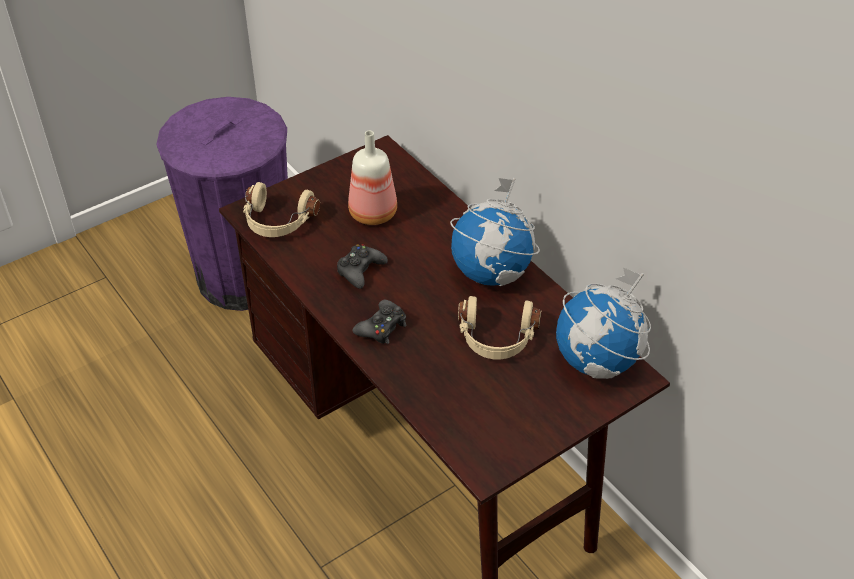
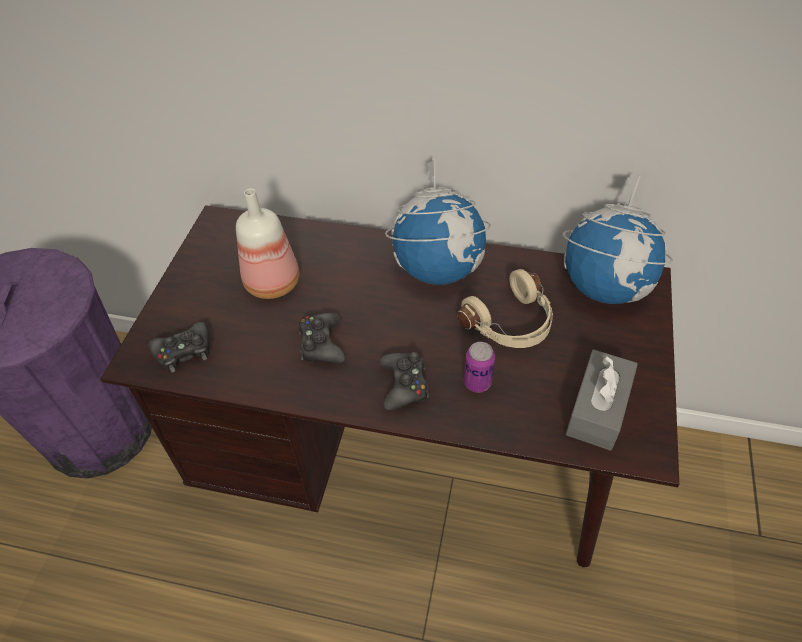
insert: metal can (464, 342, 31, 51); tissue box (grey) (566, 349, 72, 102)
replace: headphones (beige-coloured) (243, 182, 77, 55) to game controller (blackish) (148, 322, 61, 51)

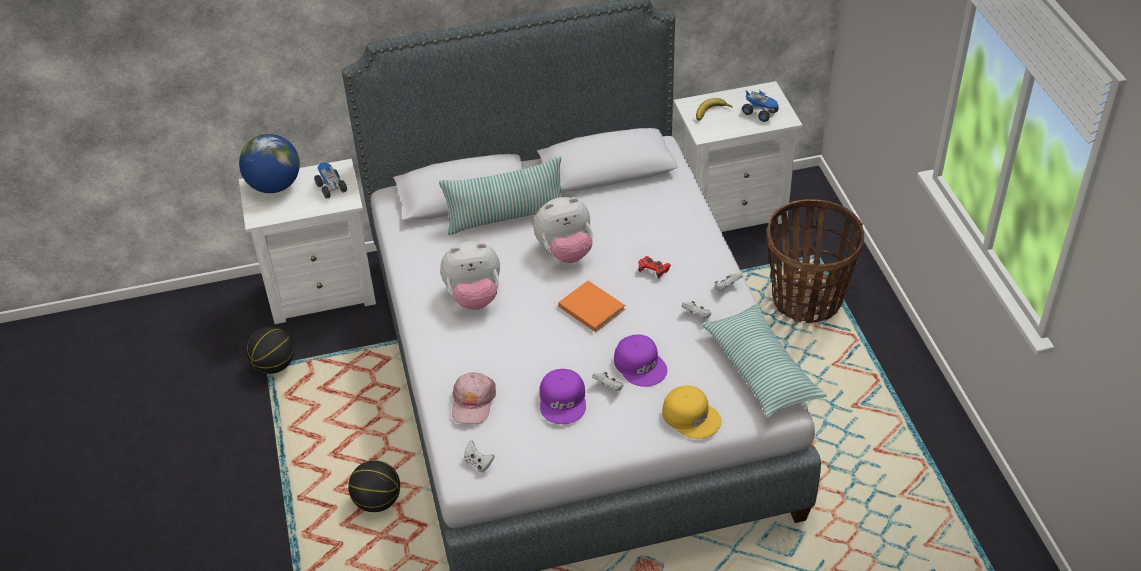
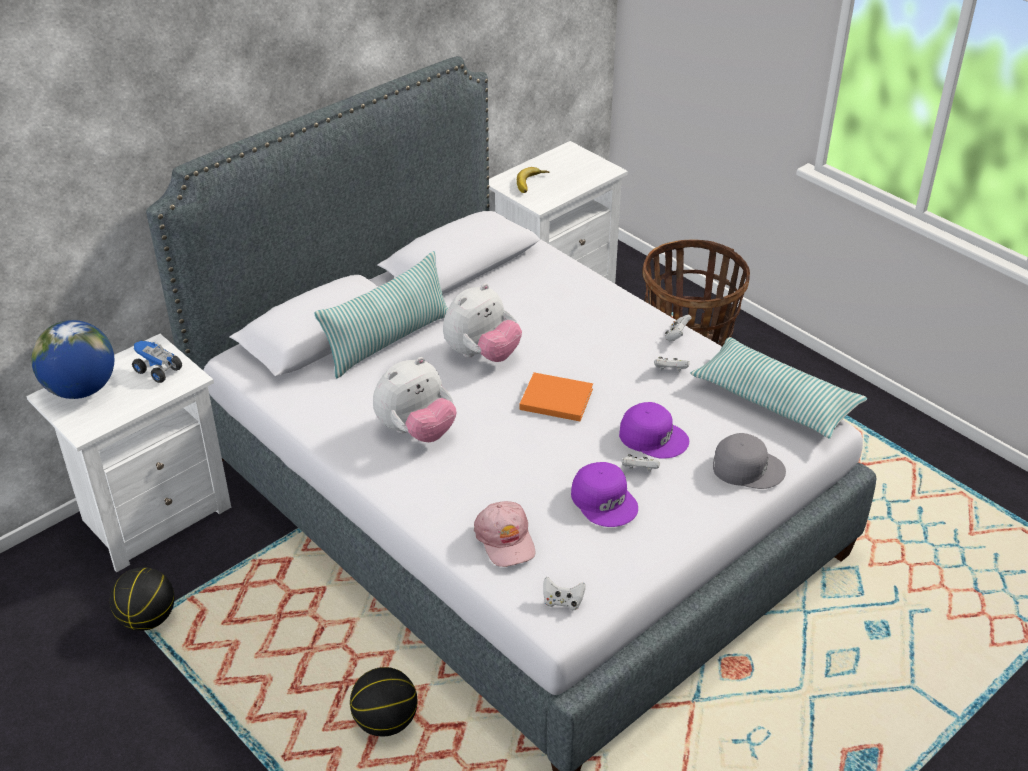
delete: toy lorry (742, 90, 37, 32); game controller (red-coloured) (638, 256, 33, 22)
recolor: cap (yellowish) (662, 386, 59, 53) to cap (grey) (713, 433, 73, 56)

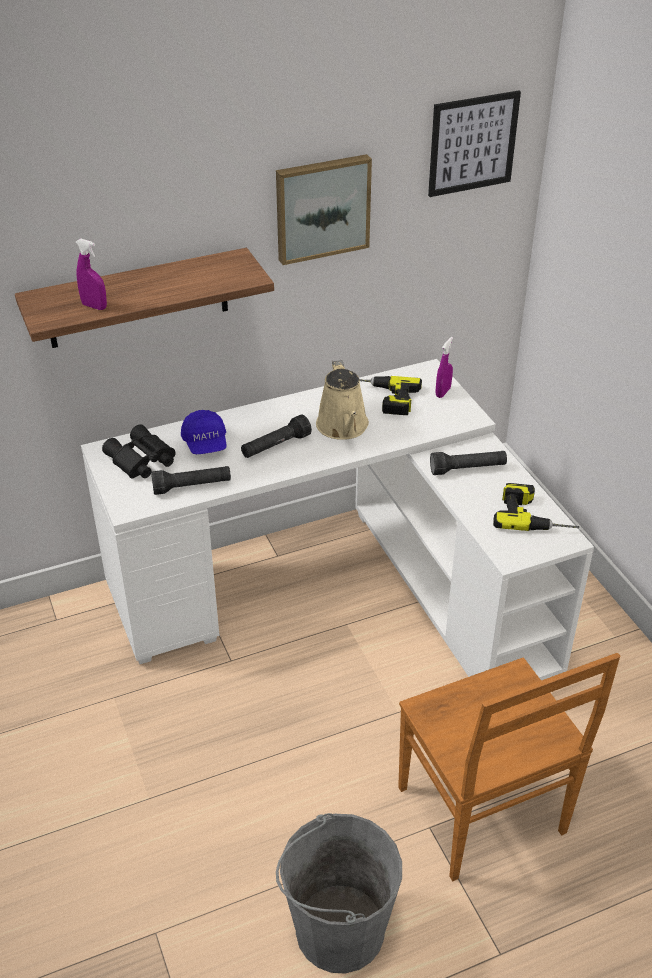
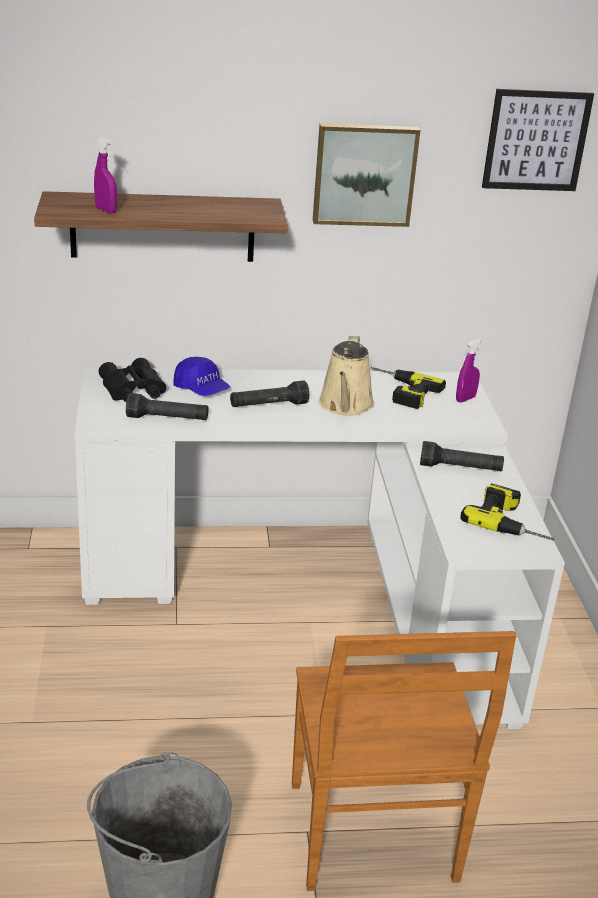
rotate: cap (blue) (181, 410, 46, 44) = (173, 357, 57, 39) 45 degrees counterclockwise

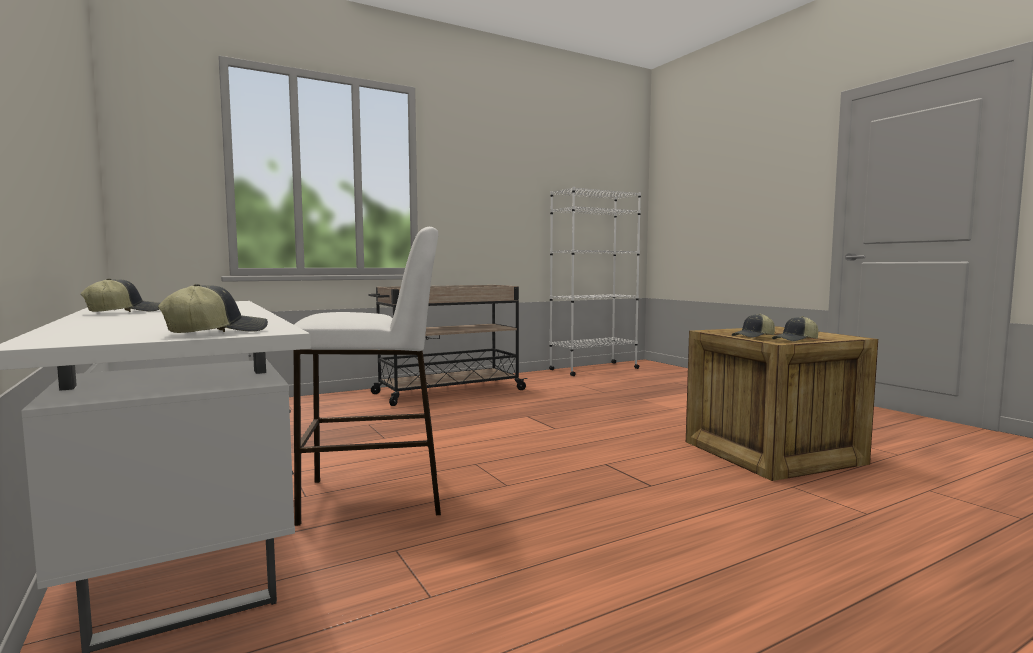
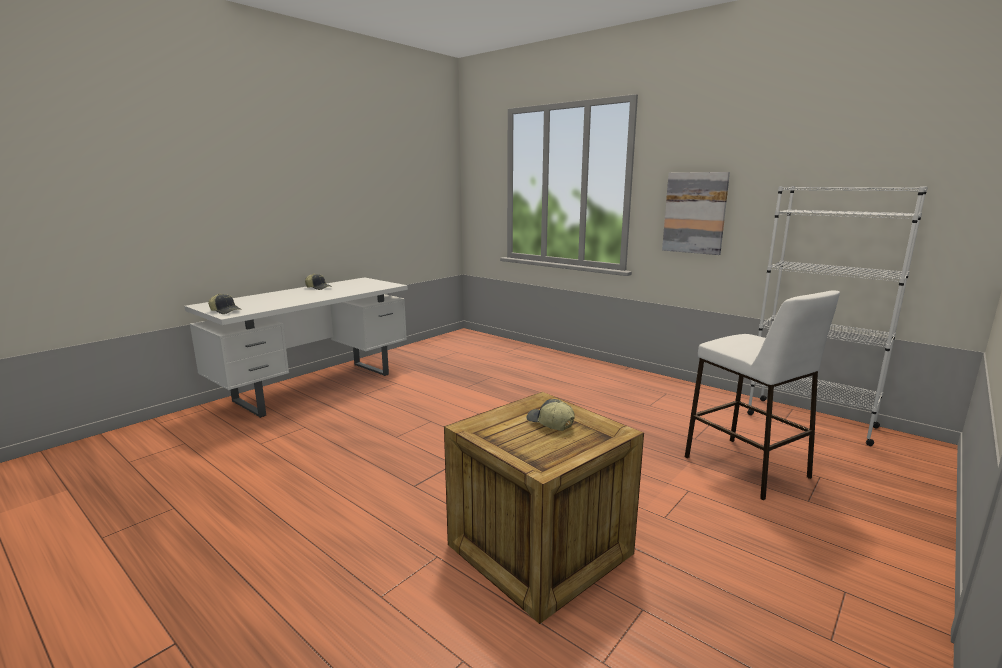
delete: wheeled cart (beige-coloured) (368, 285, 160, 121); cap (772, 316, 46, 25)
insert: picture (662, 172, 68, 83)
move: sitting stool (whitish) (293, 227, 148, 299) to (685, 291, 155, 209)

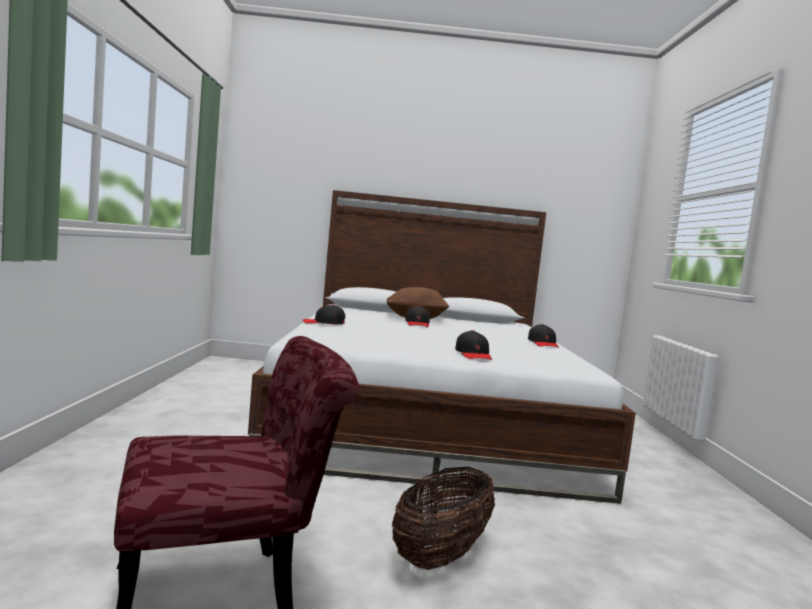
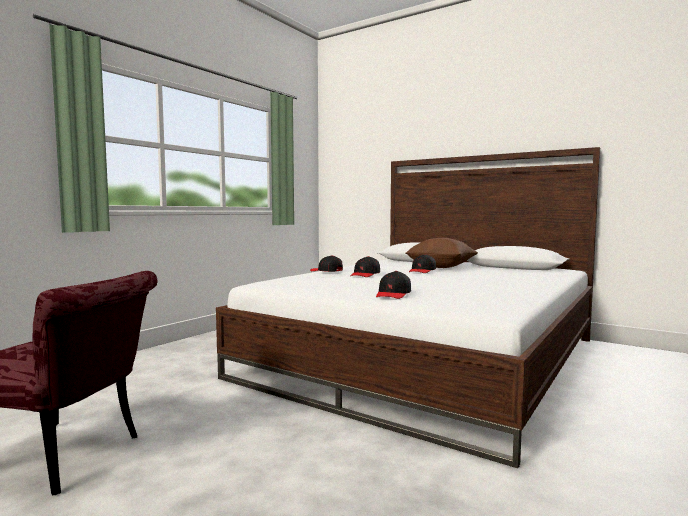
delete: household basket (392, 467, 103, 103)
move: cap (blackish) (528, 324, 31, 24) to (350, 256, 30, 21)

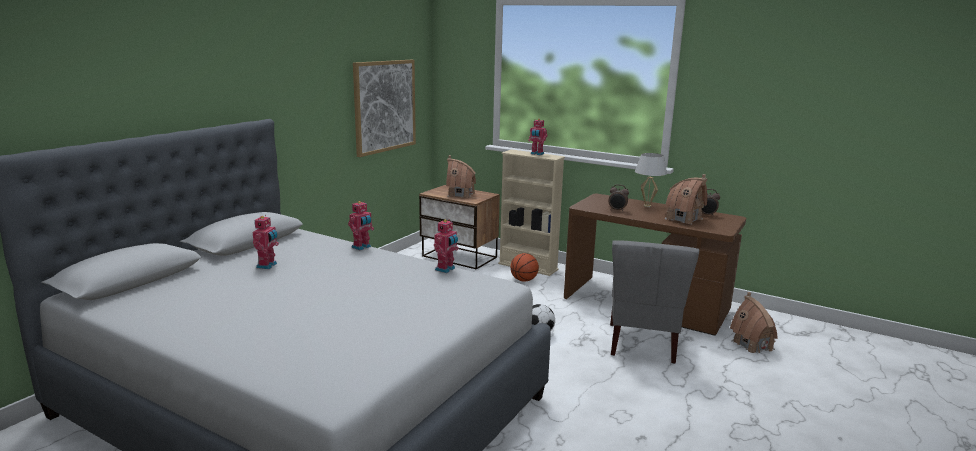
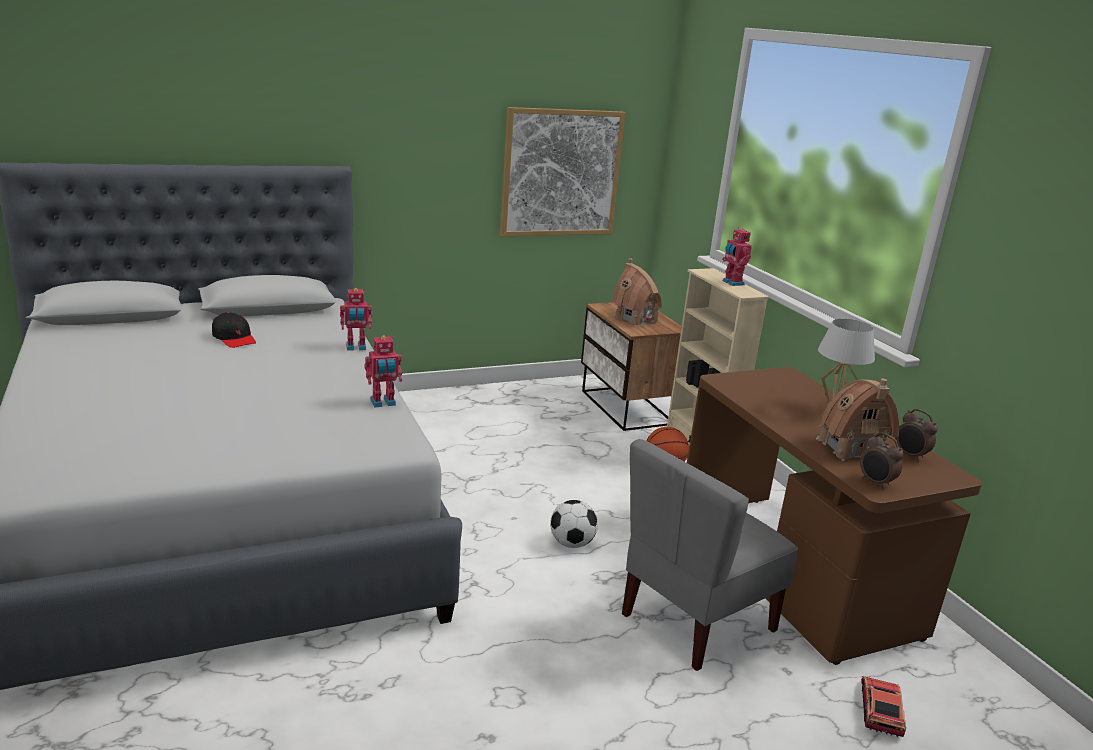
move: alarm clock (608, 184, 21, 28) to (860, 433, 44, 56)
replace: model robot (253, 215, 26, 54) to cap (blackish) (212, 312, 44, 36); miniature house (730, 292, 48, 61) to model car (861, 676, 45, 61)

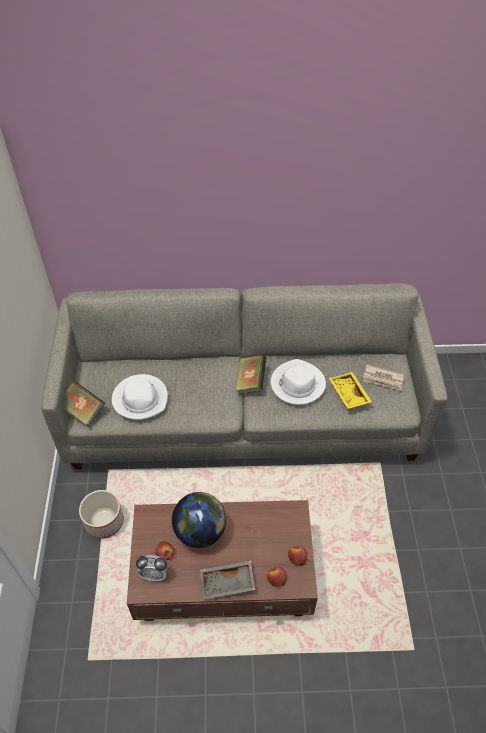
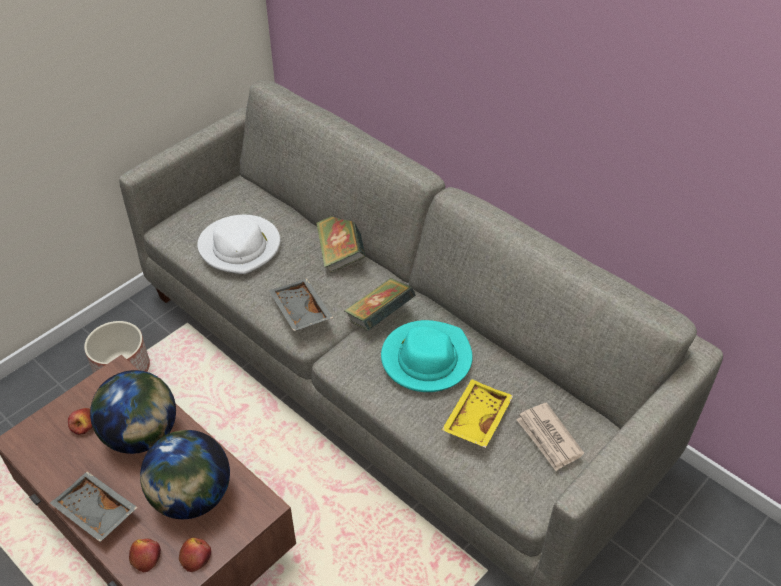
delete: alarm clock (136, 555, 32, 26)
insert: tray (grey) (269, 279, 64, 52); desk globe (140, 430, 90, 89)
move: bound book (65, 381, 40, 45) to (316, 216, 50, 57)
recolor: hat (whitish) (271, 359, 55, 46) to hat (turquoise-coloured) (381, 320, 92, 72)

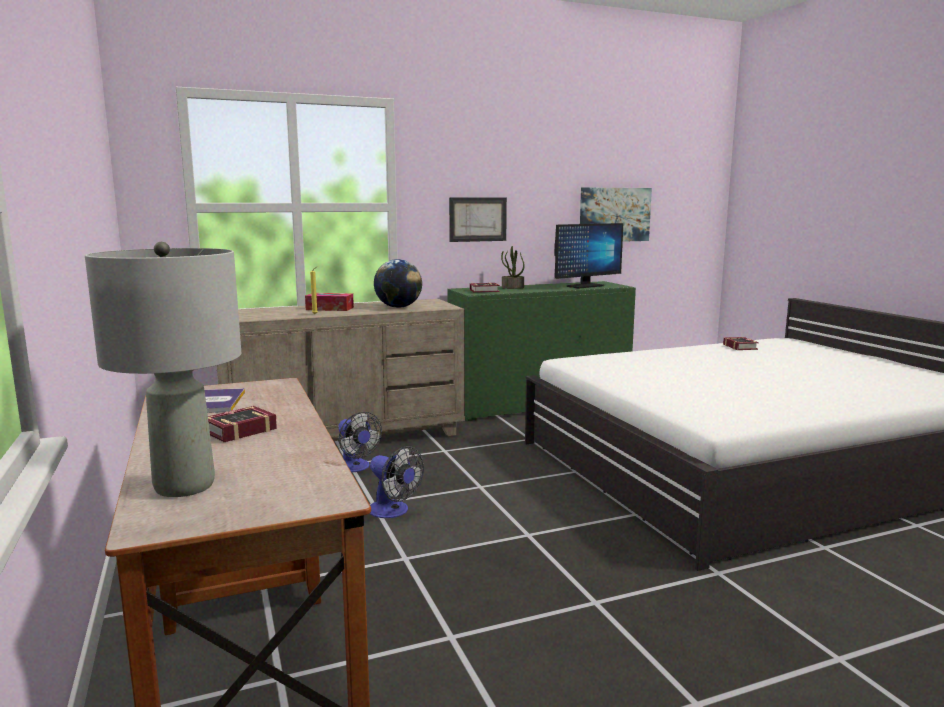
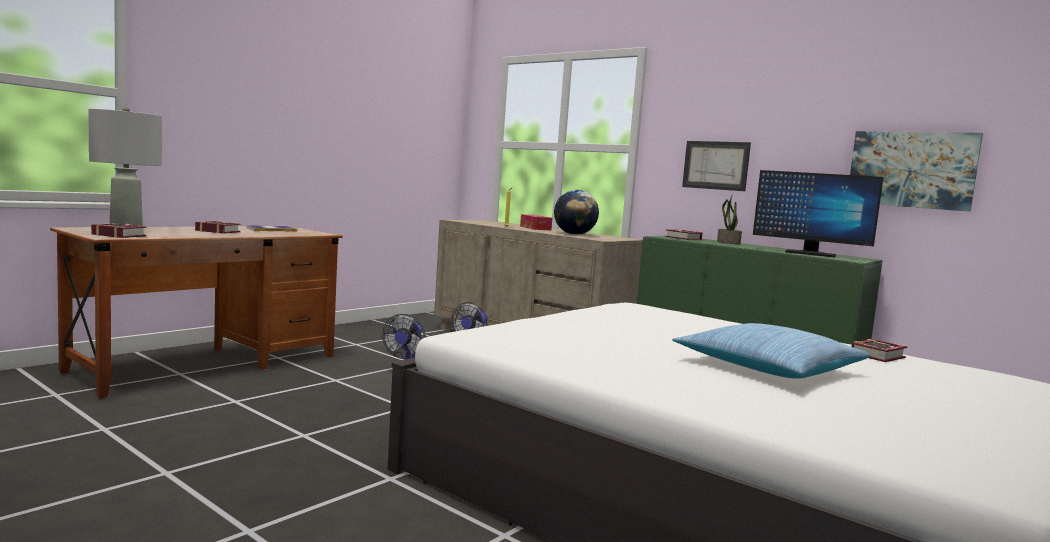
insert: bound book (91, 223, 55, 15); cushion (672, 323, 198, 56)

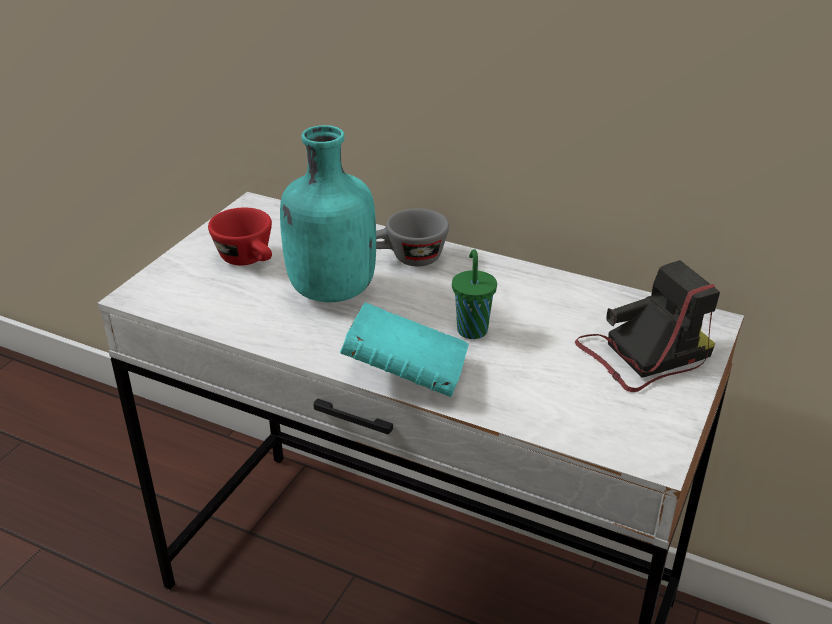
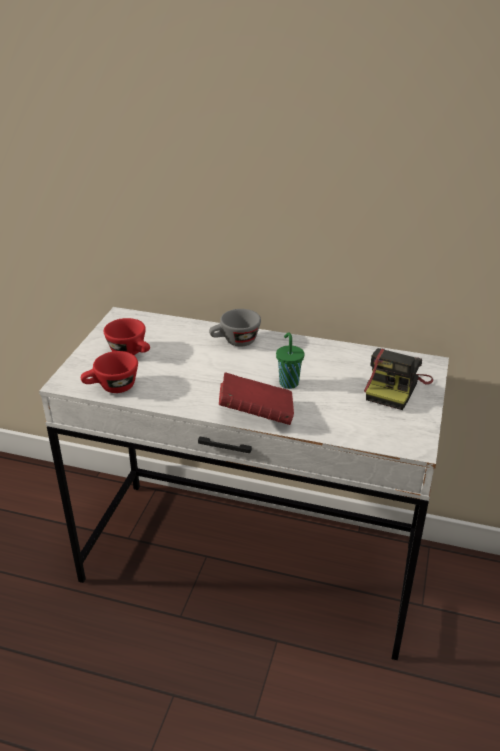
delete: bottle (turquoise-coloured) (280, 125, 96, 177)
insert: cup (red-coloured) (81, 351, 57, 42)
recolor: bound book (turquoise-coloured) (340, 303, 129, 94) to bound book (red-coloured) (219, 372, 75, 53)
rotate: still camera (575, 260, 145, 132) = (364, 348, 69, 62) 150 degrees clockwise

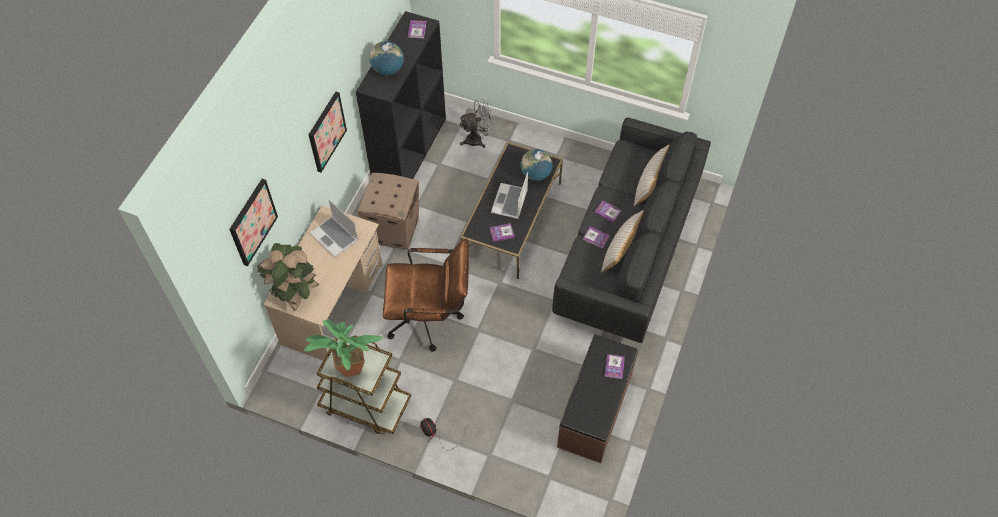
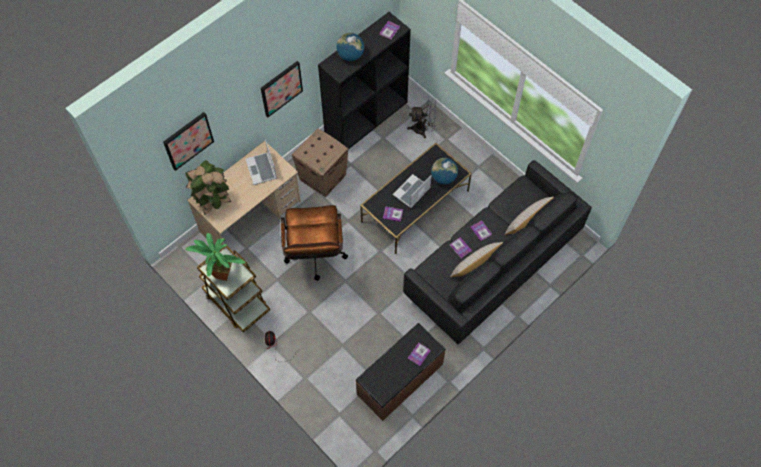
rotate: office chair (brownish) (383, 239, 86, 113) = (281, 205, 67, 76) 60 degrees clockwise

